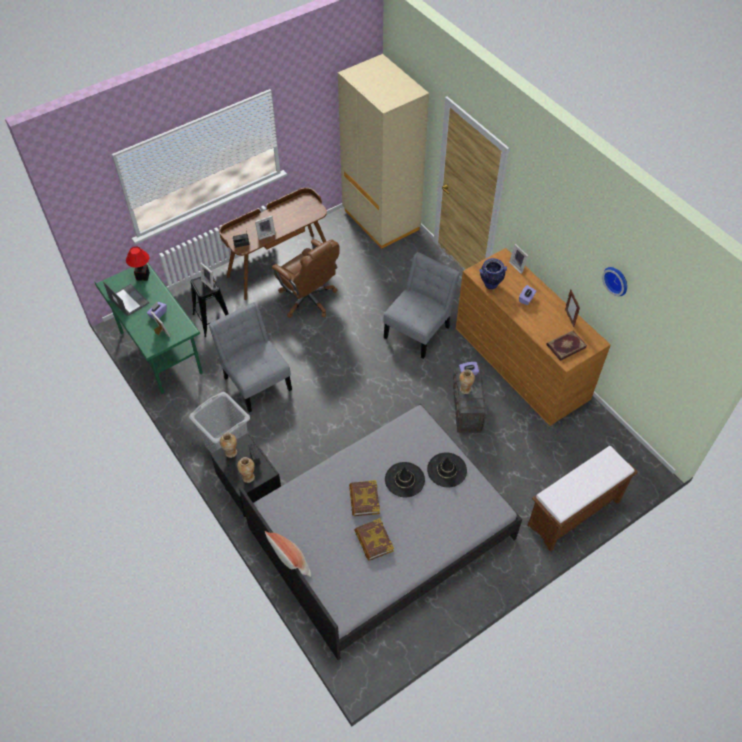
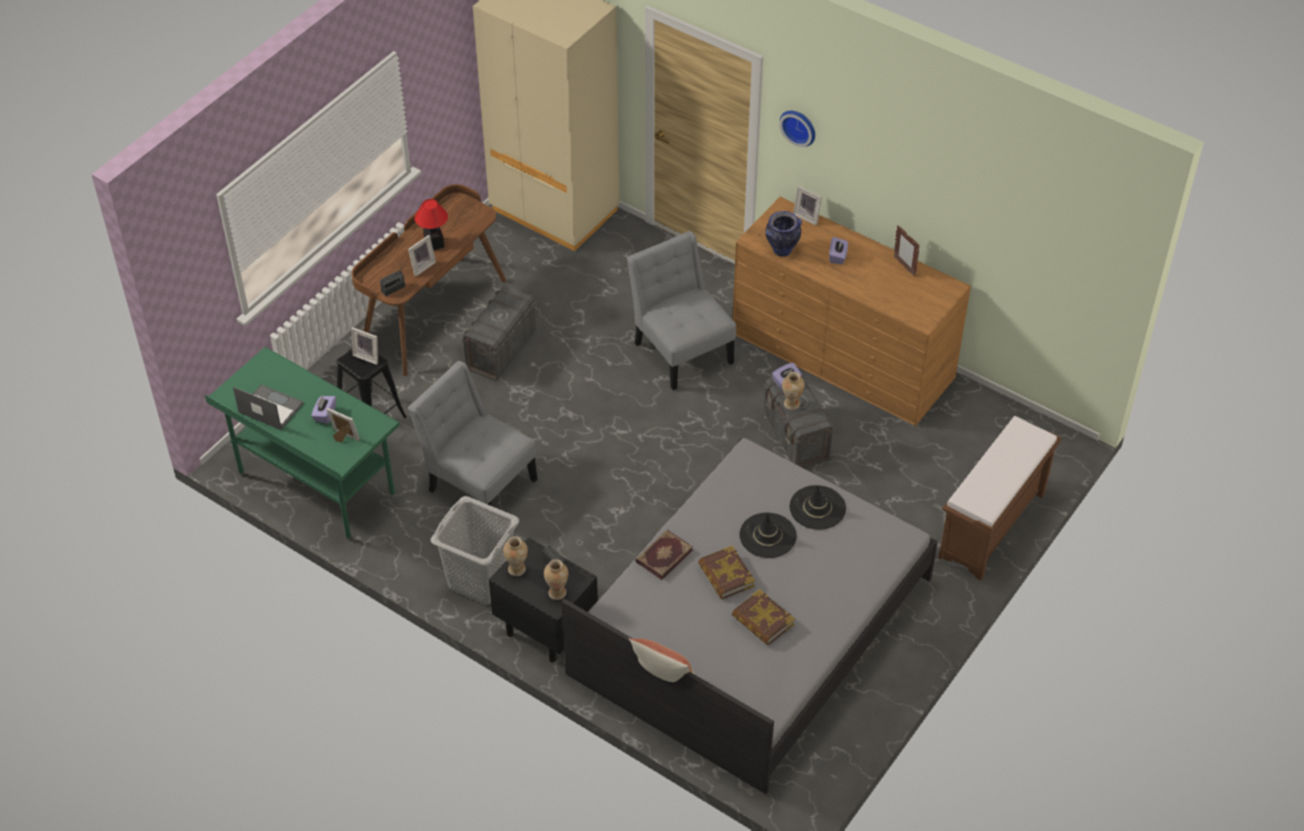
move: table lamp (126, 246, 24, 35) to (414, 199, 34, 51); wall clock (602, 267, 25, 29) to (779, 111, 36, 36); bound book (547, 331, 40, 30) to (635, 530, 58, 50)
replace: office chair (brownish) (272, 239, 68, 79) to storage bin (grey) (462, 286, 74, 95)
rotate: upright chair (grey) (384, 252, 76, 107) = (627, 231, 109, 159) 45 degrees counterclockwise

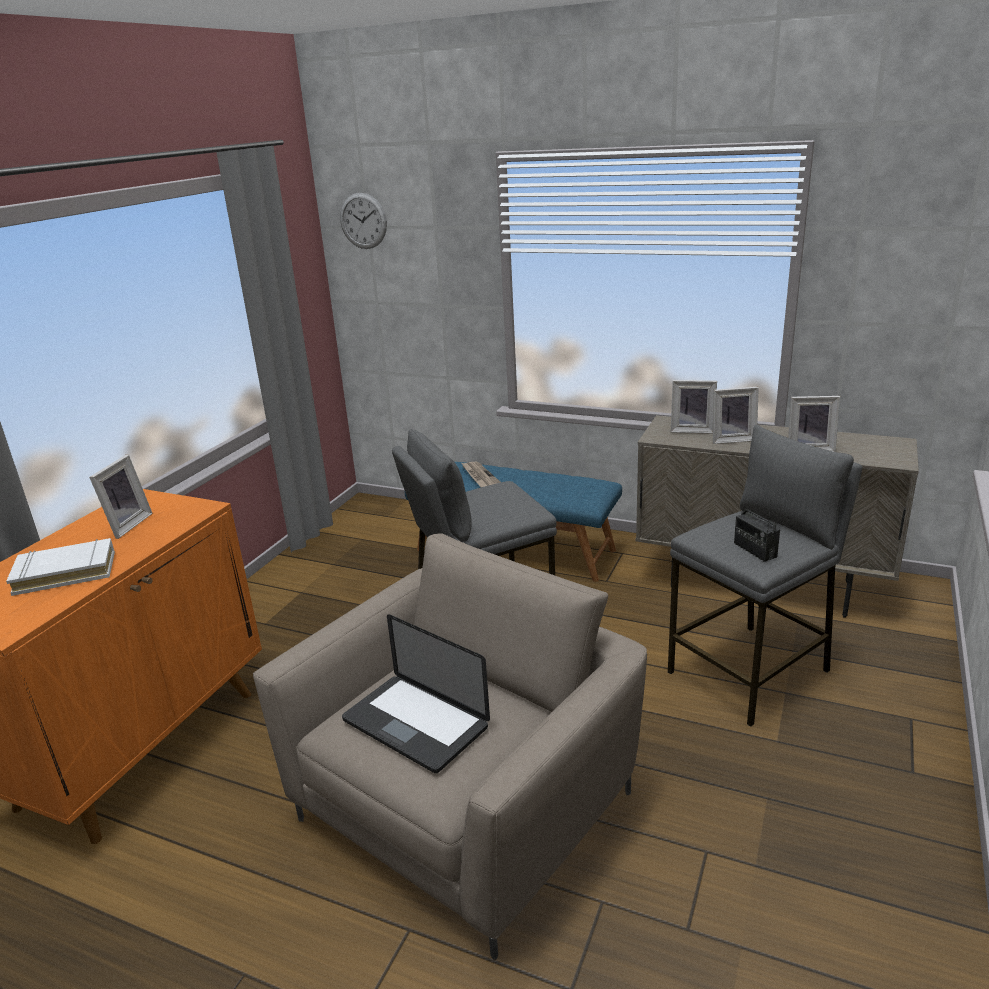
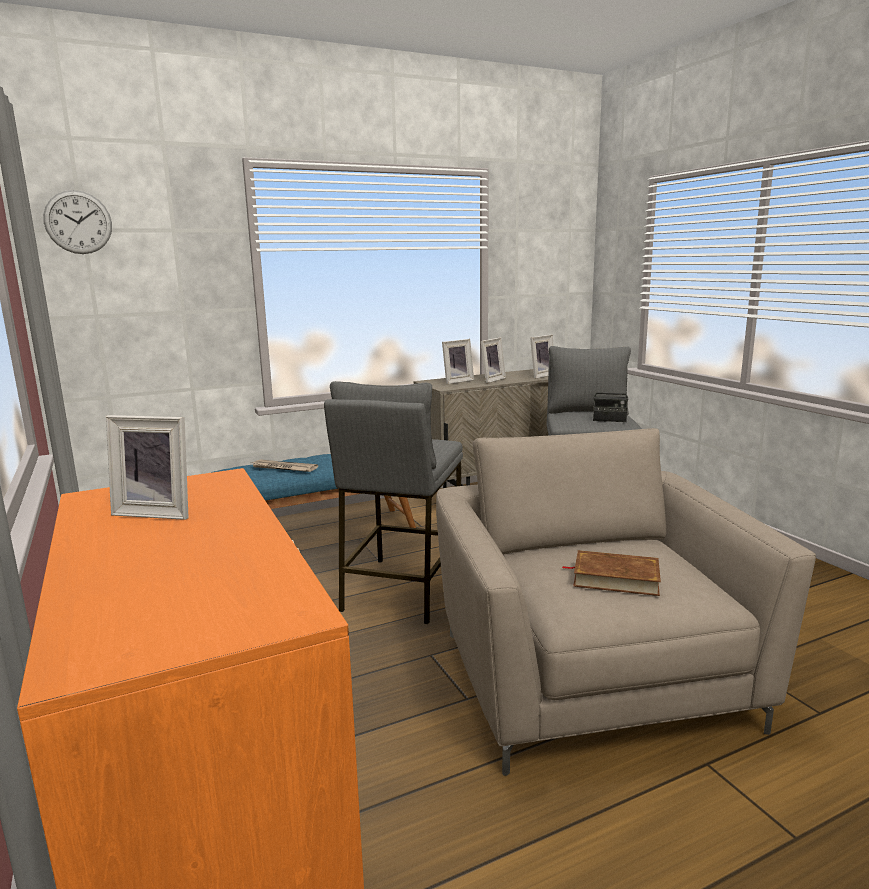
delete: bound book (whitish) (6, 538, 109, 58)
replace: portable computer (342, 614, 148, 159) to bound book (brownish) (562, 550, 99, 46)
rotate: picture frame (89, 455, 64, 84) = (106, 415, 83, 105) 135 degrees clockwise

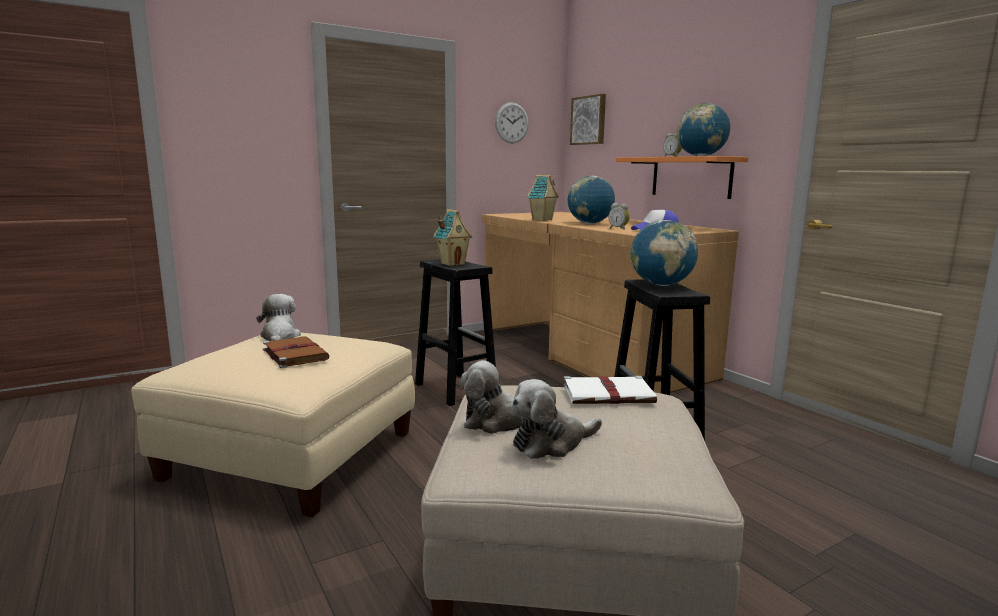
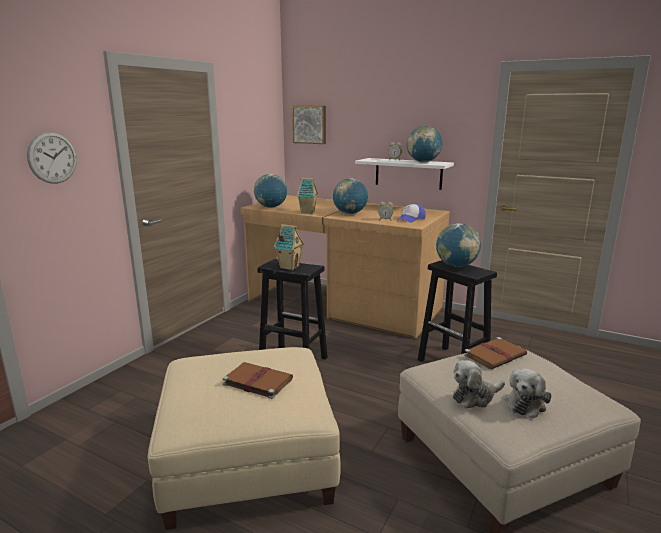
delete: plush toy (256, 294, 45, 47)
insert: desk globe (254, 174, 33, 34)
move: wall clock (495, 102, 34, 41) to (27, 131, 50, 53)
recolor: bracket shelf (orange) (616, 156, 132, 43) to bracket shelf (whitish) (355, 158, 99, 32); bound book (whitish) (563, 376, 94, 28) to bound book (brownish) (464, 337, 63, 32)

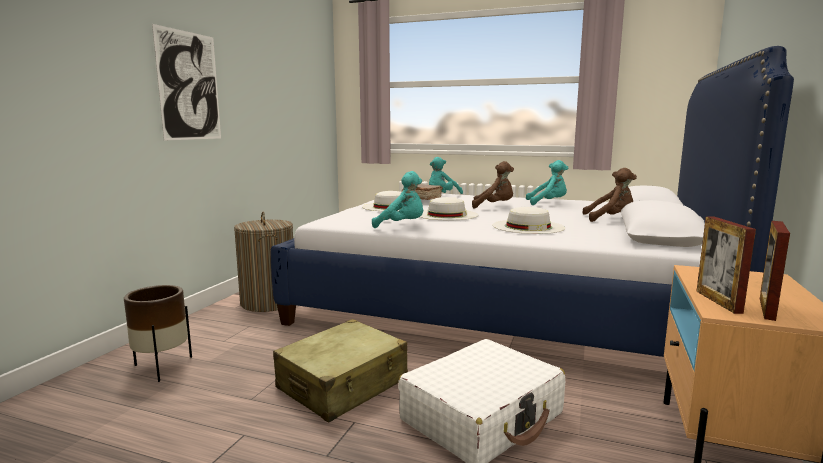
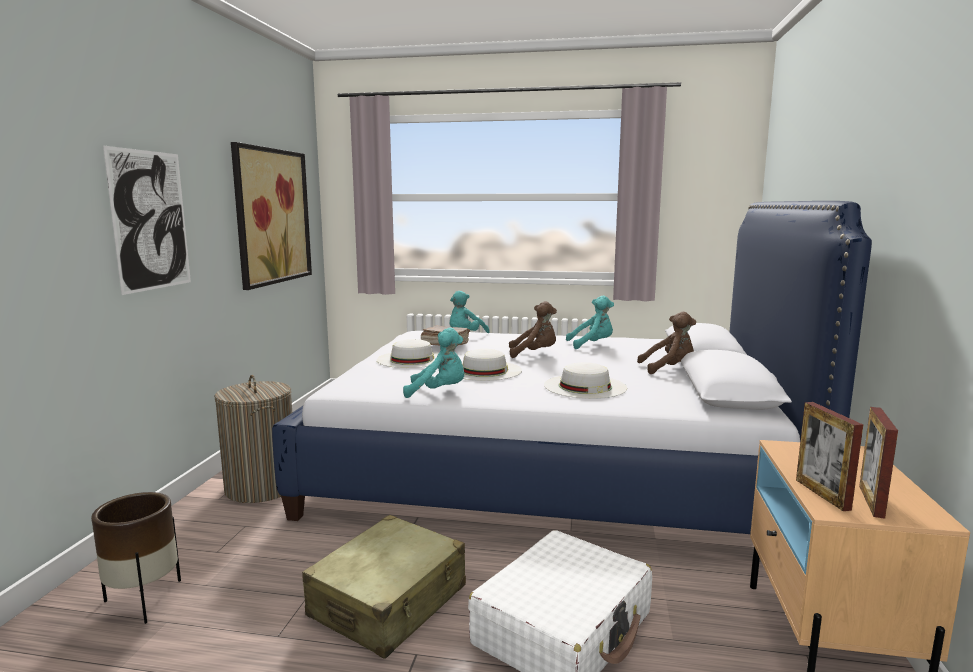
insert: picture (231, 142, 81, 148)

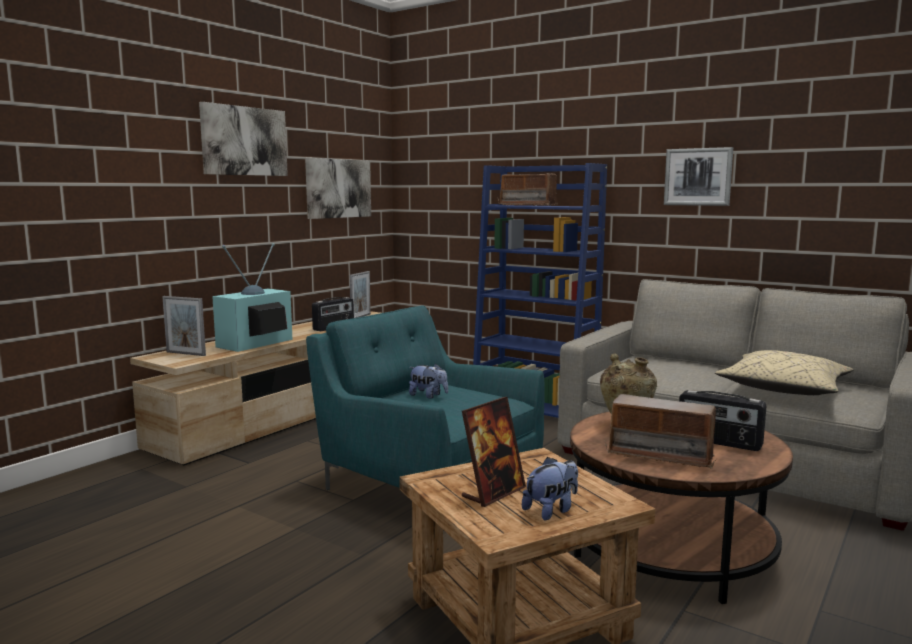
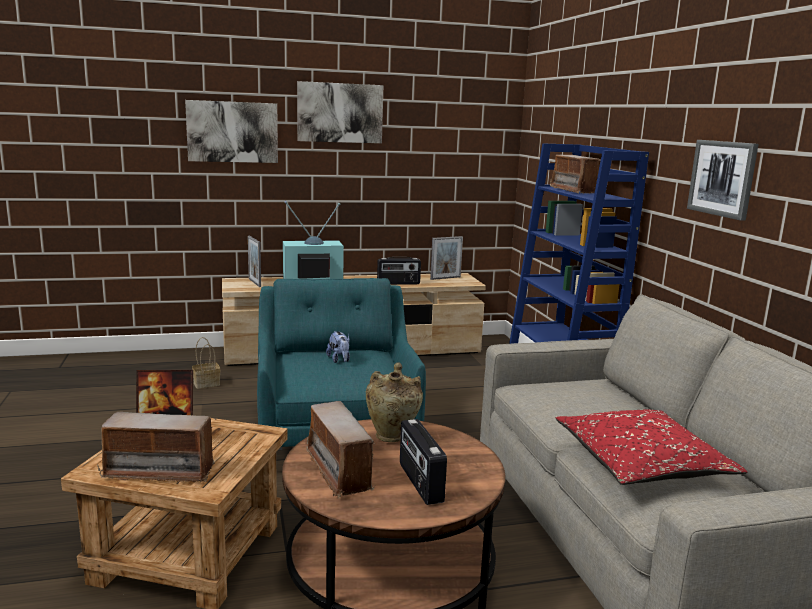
insert: household basket (192, 337, 28, 52)
move: picture (305, 158, 66, 61) to (185, 100, 93, 63)
replace: plush toy (522, 457, 56, 63) to radio receiver (97, 412, 119, 70)
recolor: cushion (beige-coloured) (715, 350, 139, 45) to cushion (red-coloured) (555, 410, 192, 75)

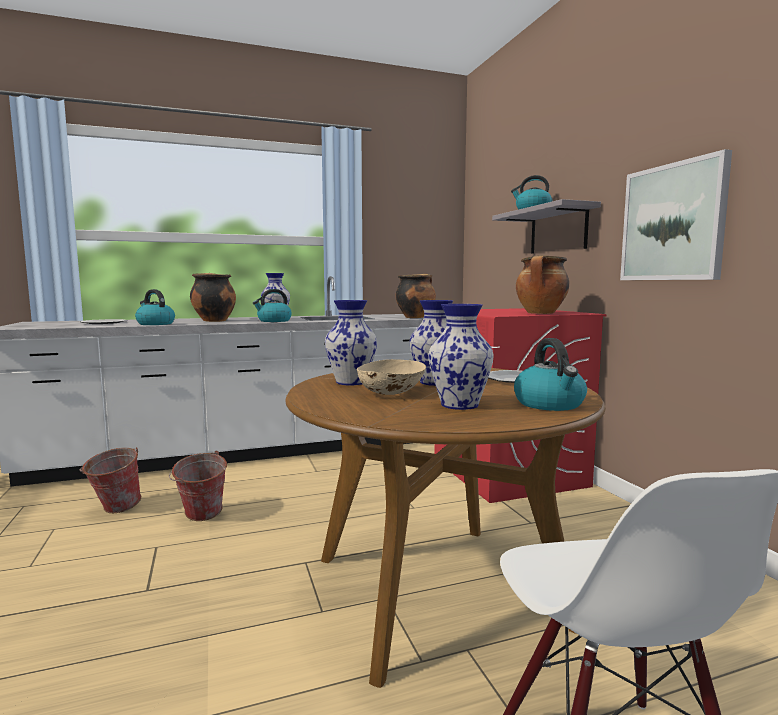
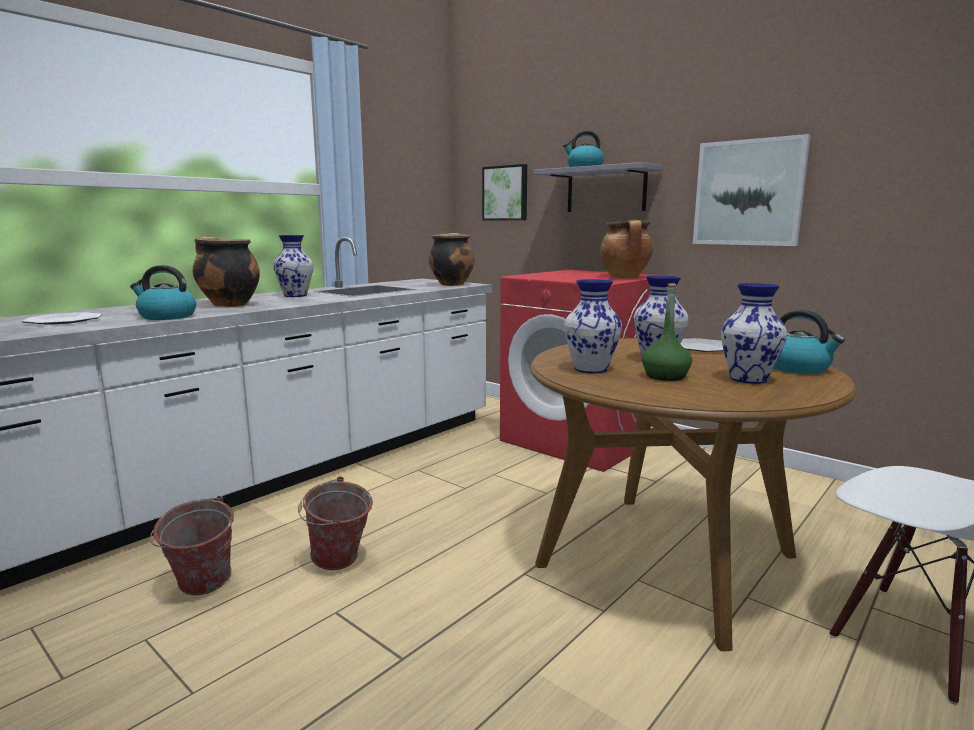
delete: tea kettle (253, 289, 39, 33)
insert: picture (482, 164, 45, 56)
replace: deep dish (beige-coloured) (357, 359, 69, 36) to bottle (green) (642, 283, 50, 98)

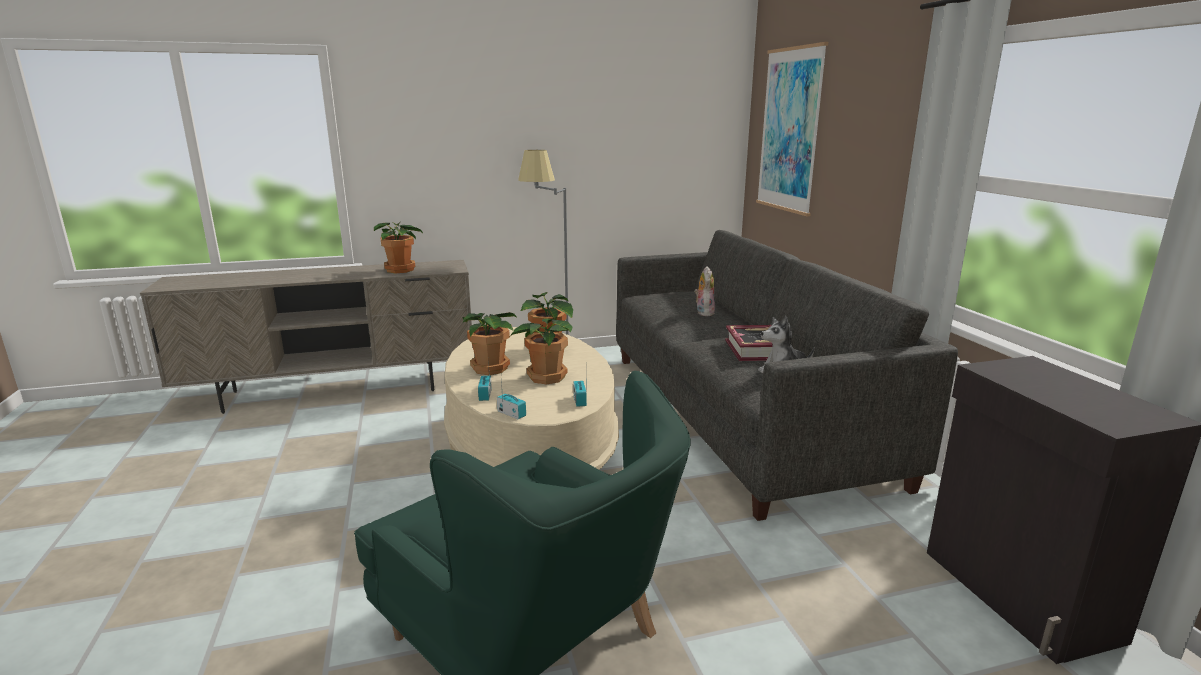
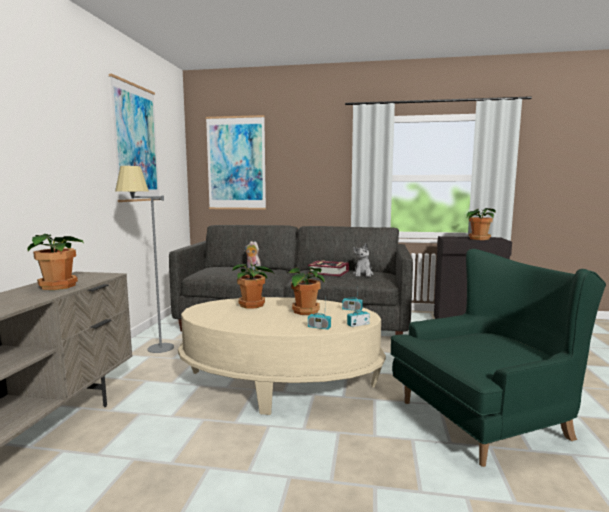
insert: picture (109, 74, 50, 128)
move: plant in a pot (463, 312, 54, 63) to (467, 208, 29, 32)

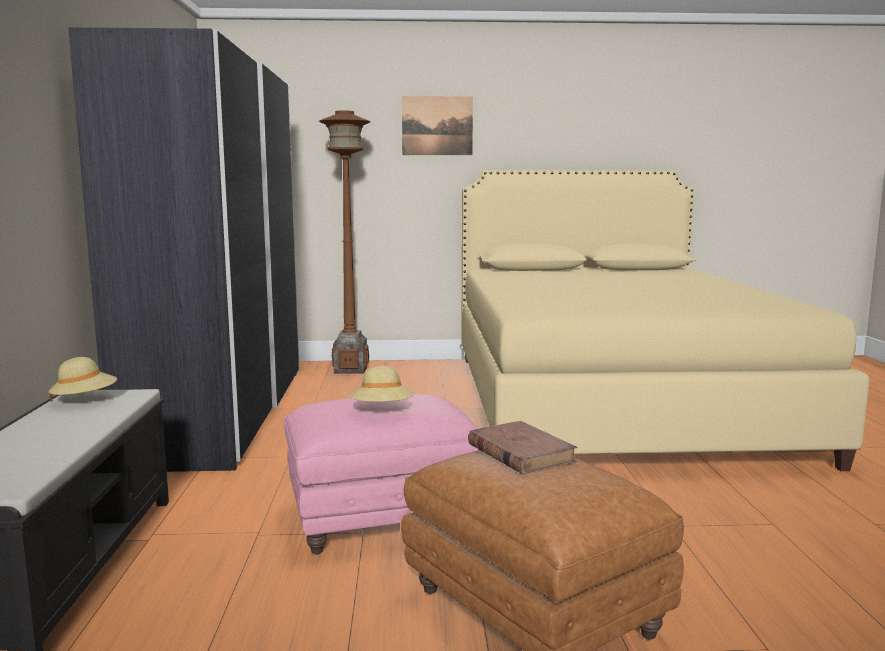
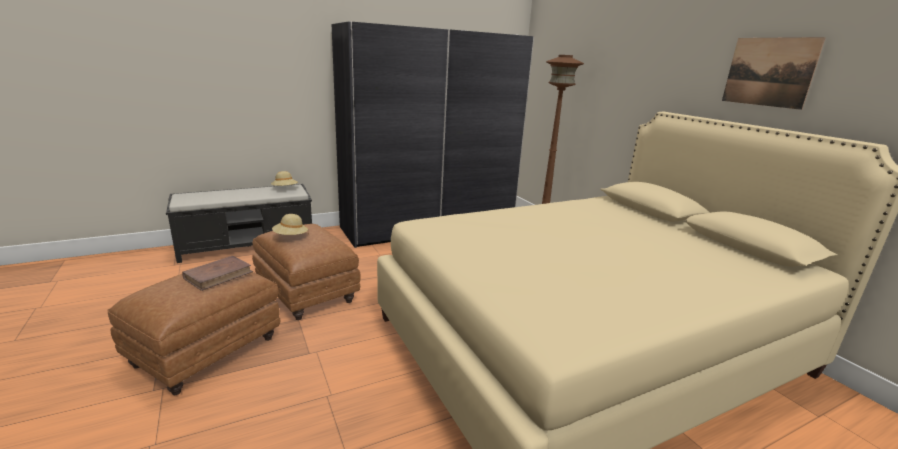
move: picture (402, 96, 71, 59) to (722, 37, 104, 73)
recolor: ottoman (pink) (284, 394, 195, 161) to ottoman (brownish) (252, 224, 109, 96)

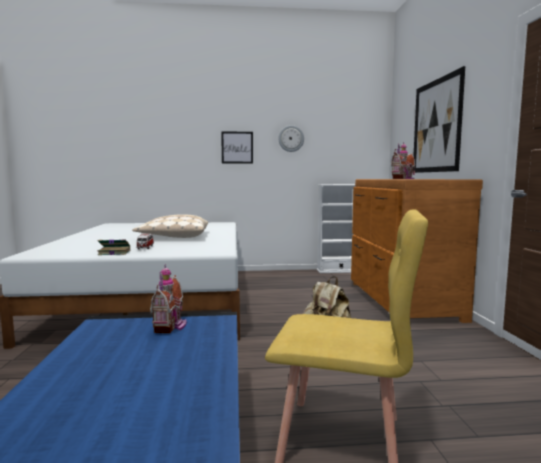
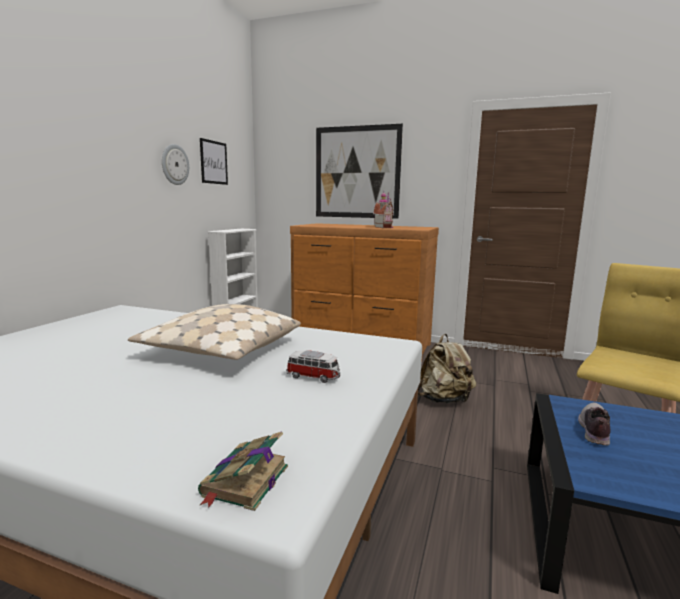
move: picture (221, 131, 32, 33) to (200, 138, 28, 47); bound book (98, 239, 32, 16) to (198, 432, 90, 79)
replace: miniature house (150, 264, 37, 69) to item of footwear (578, 403, 32, 43)

